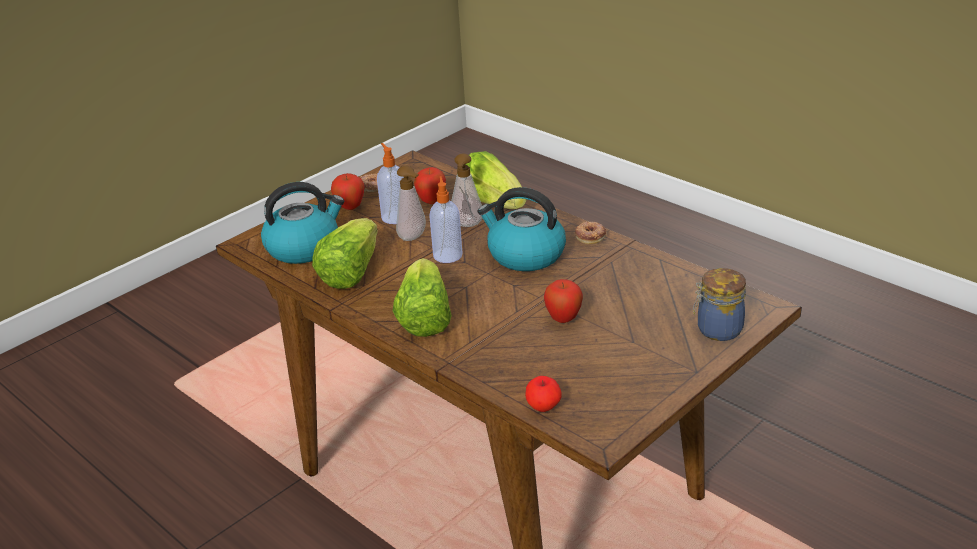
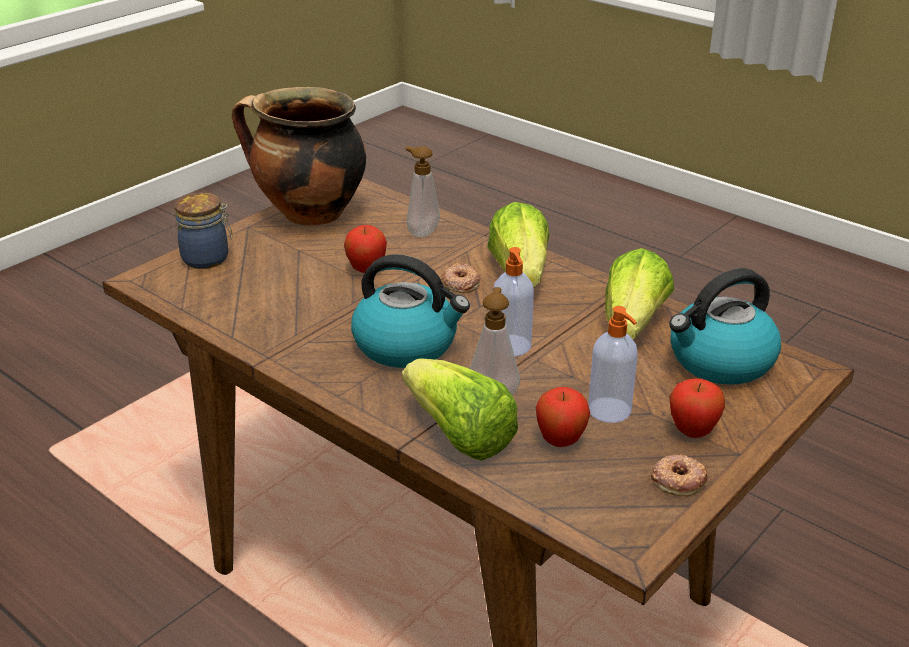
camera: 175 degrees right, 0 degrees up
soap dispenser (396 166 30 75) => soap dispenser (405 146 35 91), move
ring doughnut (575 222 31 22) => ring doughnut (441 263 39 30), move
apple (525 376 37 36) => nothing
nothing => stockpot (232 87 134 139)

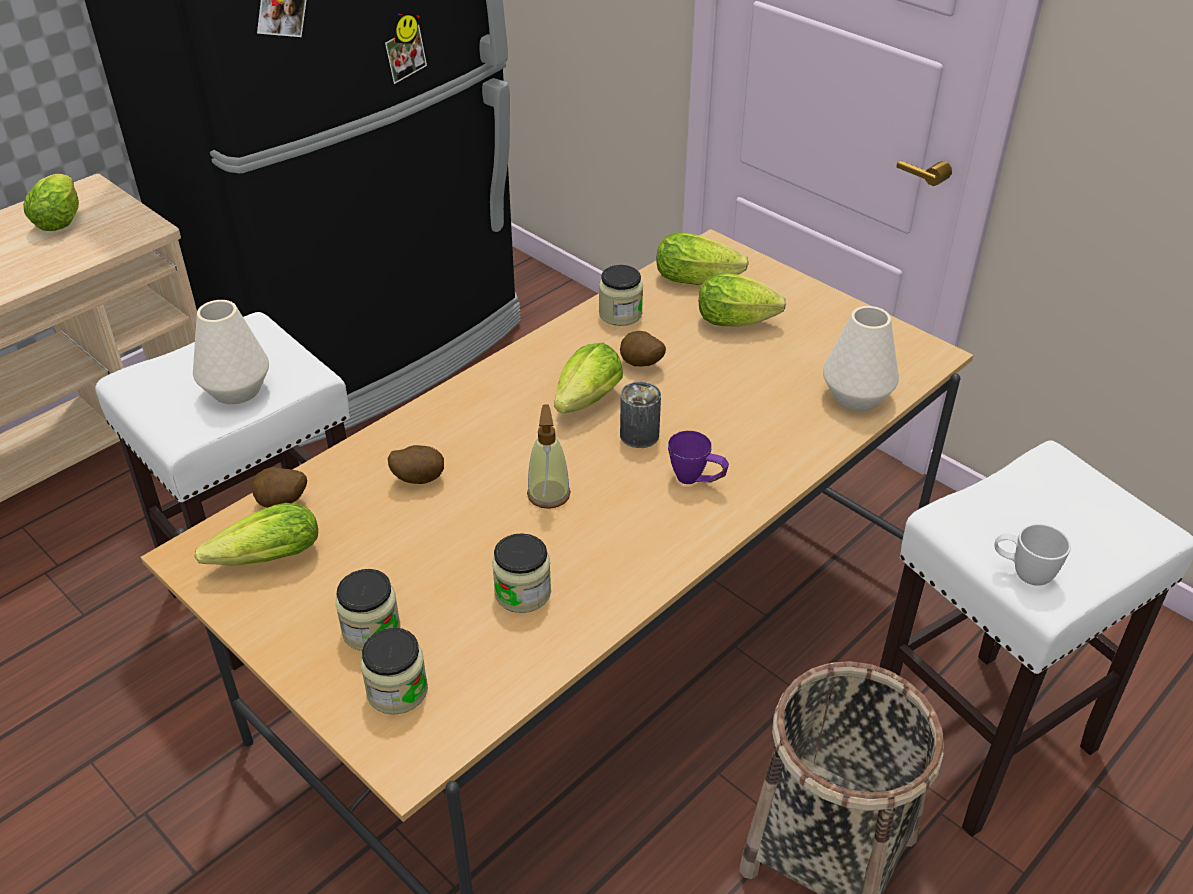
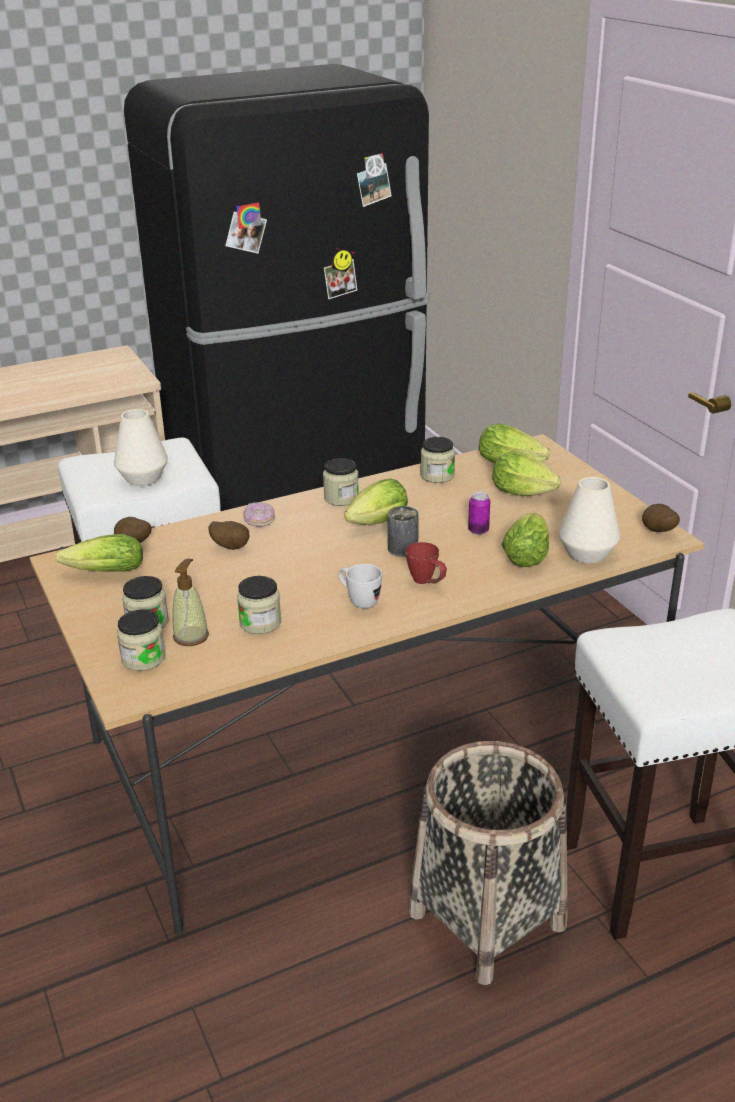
camera: 20 degrees right, 10 degrees down
head of lettuce (23 174 56 57) => head of lettuce (502 513 47 54), move
potato (620 331 46 35) => potato (642 504 38 28), move
soap dispenser (527 404 44 105) => soap dispenser (172 559 37 87), move
purplish coffee mug (668 431 61 53) => red-coloured coffee mug (406 542 41 42)
whitish coffee mug (995 524 76 62) => whitish coffee mug (338 564 44 45), move
nothing => jar (323 458 36 48)
nothing => can (468 492 22 43)
nothing => ring doughnut (243 502 32 25)

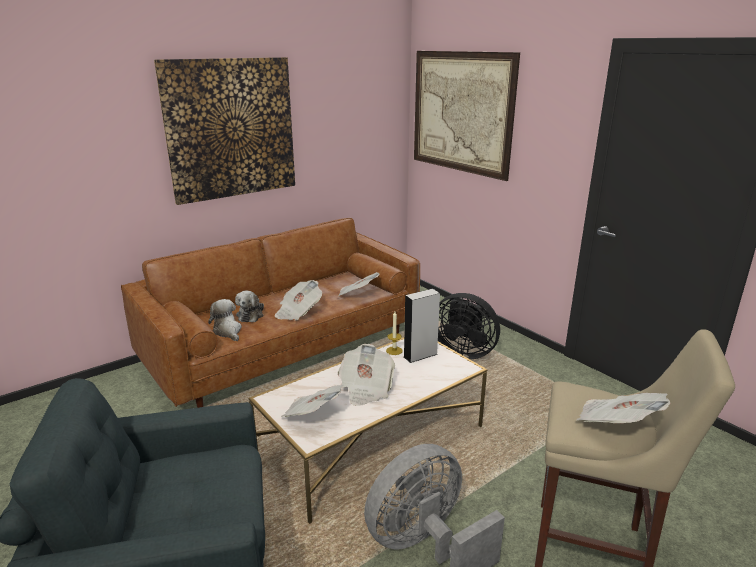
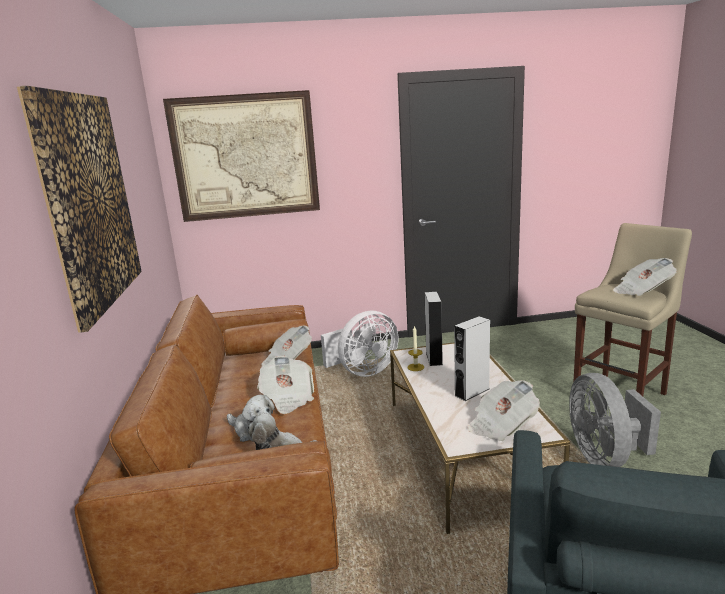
camera: 60 degrees left, 5 degrees down
black fan (438 293 62 66) => whitish fan (321 311 77 66)
printed paper (338 344 57 62) => grey audio speaker (454 316 36 85)

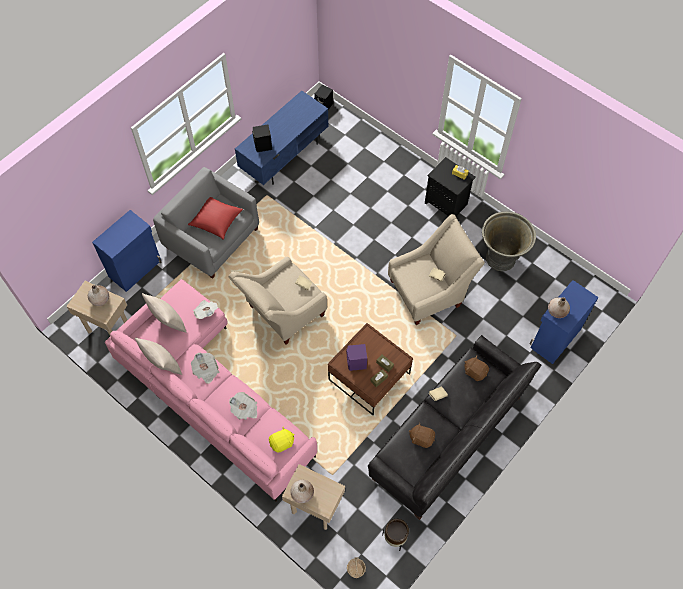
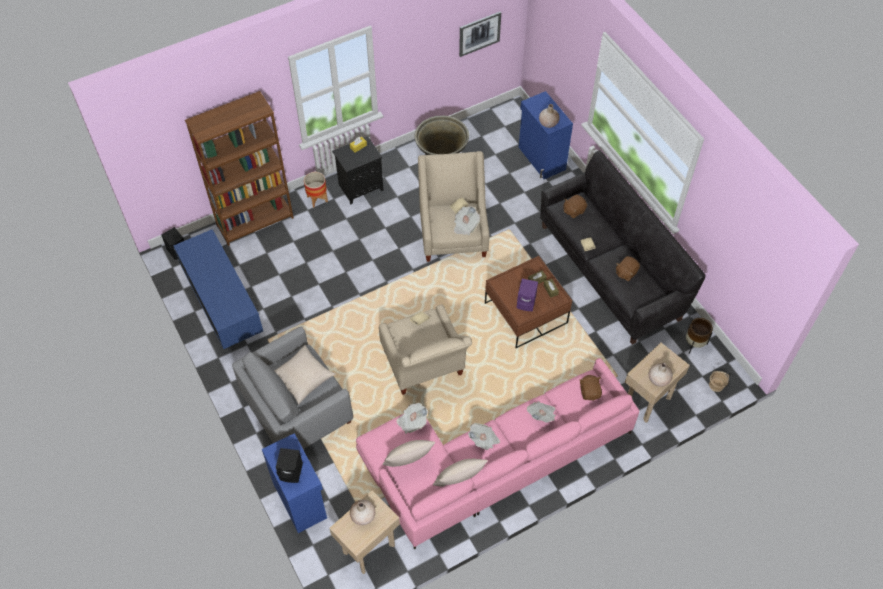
camera: 70 degrees left, 5 degrees down
black audio speaker (252 124 20 28) => black audio speaker (276 448 27 35), move
red-coloured cushion (188 197 55 43) => sand-coloured cushion (274 345 62 60)
yellow soft toy (269 427 26 26) => brown soft toy (580 375 22 26)
nothing => picture (459 11 42 46)
nothing => brown bookshelf (185 91 109 155)
nothing => planter (304 172 24 35)
nothing => printed paper (454 206 26 30)

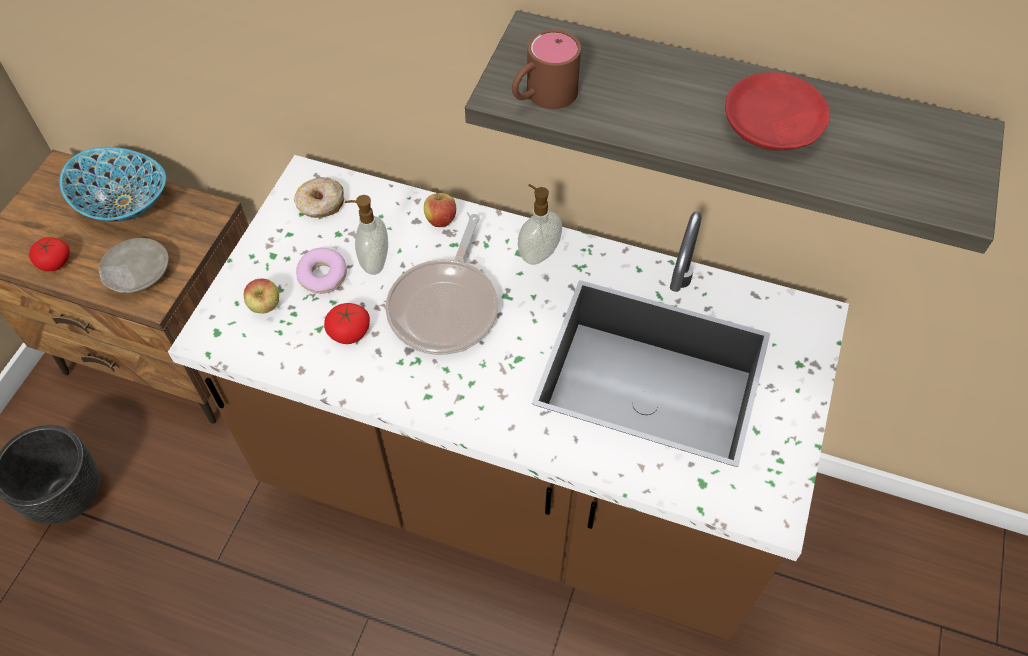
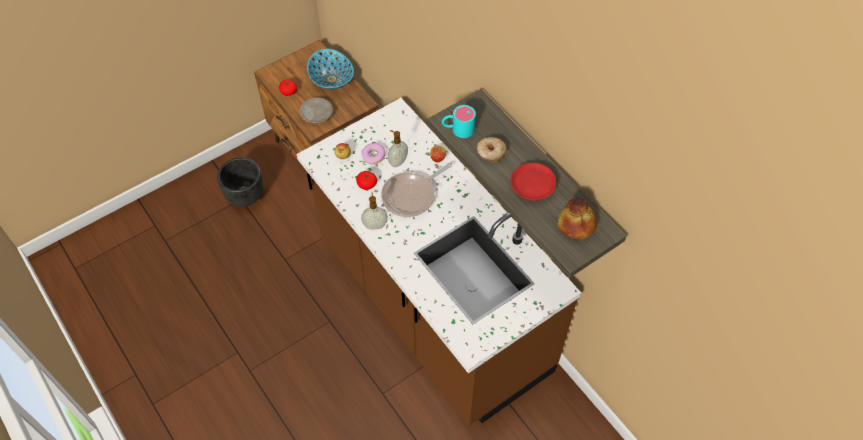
camera: 35 degrees right, 0 degrees up
brown coffee mug (512 29 69 80) => turquoise-coloured coffee mug (442 105 34 33)
ring doughnut (294 177 50 41) => ring doughnut (477 137 30 25), move
soap dispenser (518 184 44 81) => soap dispenser (361 192 27 38), move
nothing => bakery bread (558 198 39 41)

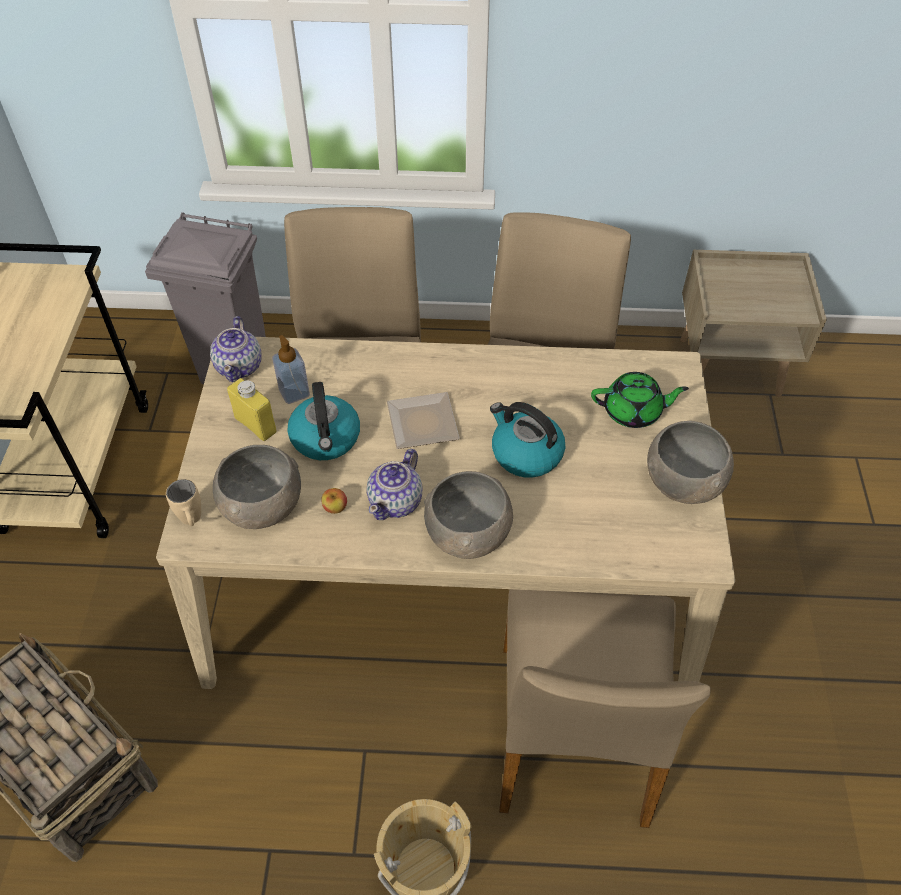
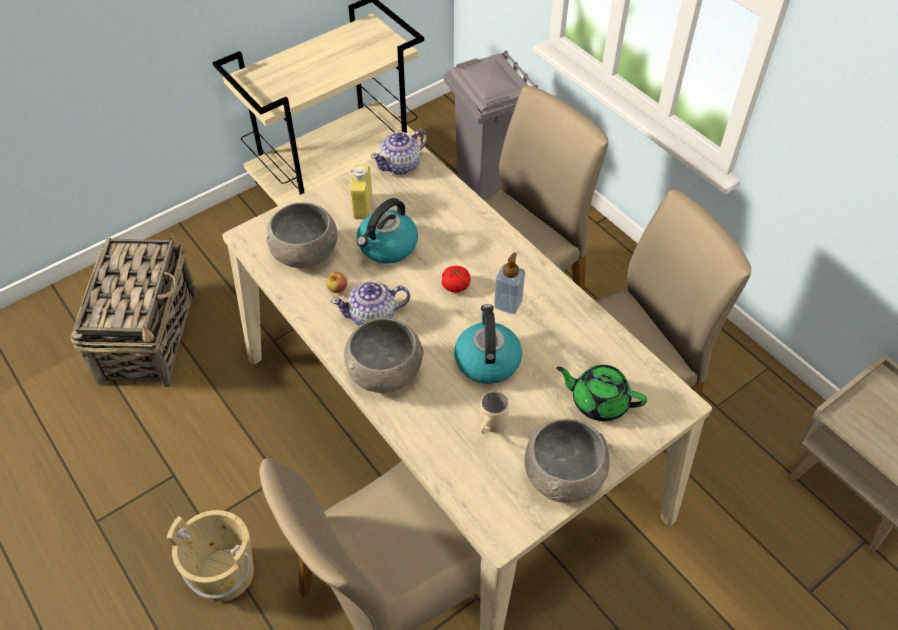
camera: 50 degrees right, 0 degrees up
soap dispenser (272 335 38 69) => soap dispenser (494 252 31 62), move
green-coloured teapot (591 372 98 56) => green-coloured teapot (556 365 91 56), 150 degrees clockwise
plate (387 392 73 57) => fresh tomato (442 266 29 27)
sand-coloured coffee mug (166 479 35 47) => sand-coloured coffee mug (480 391 29 43), move

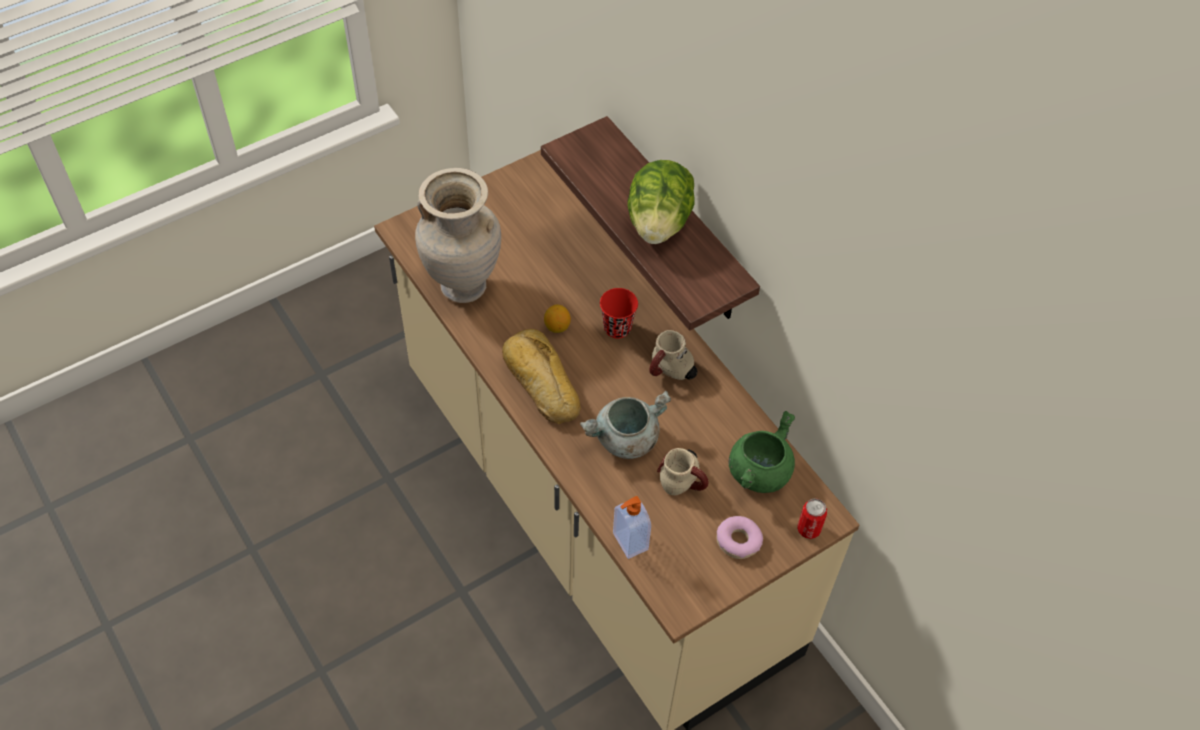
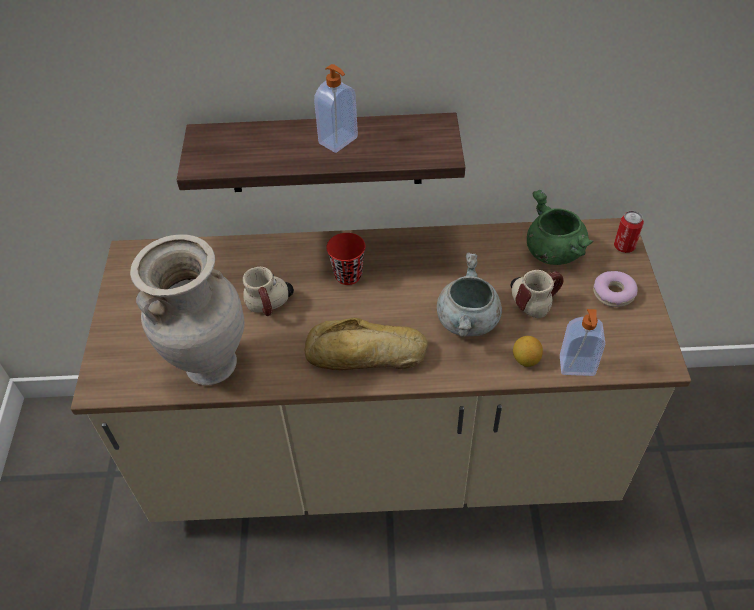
camera: 55 degrees left, 5 degrees down
head of lettuce (628 160 67 84) => soap dispenser (314 64 44 89)
citrus fruit (544 305 27 28) => citrus fruit (513 336 30 31), move
coffee mug (649 330 48 50) => coffee mug (243 267 51 49), move

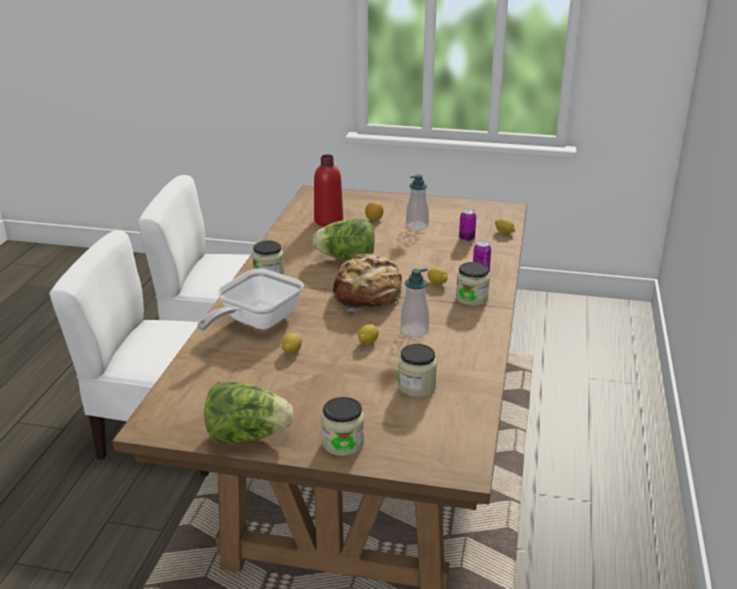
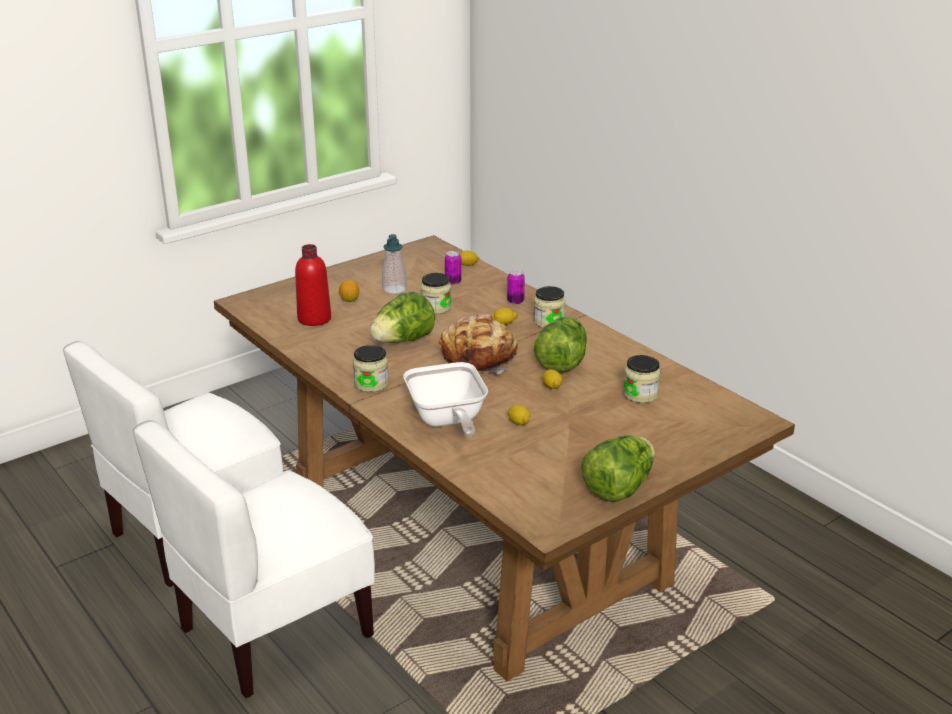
camera: 50 degrees left, 0 degrees up
soap dispenser (400 268 30 69) => head of lettuce (534 317 53 56)
jar (321 397 43 59) => jar (420 273 31 41), move

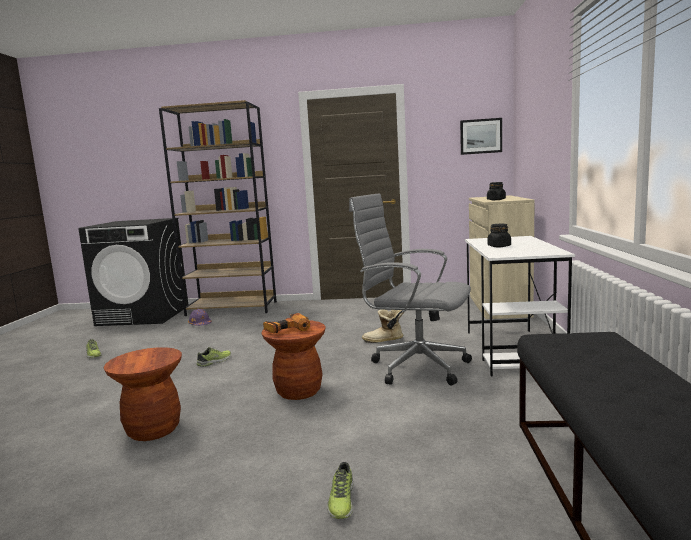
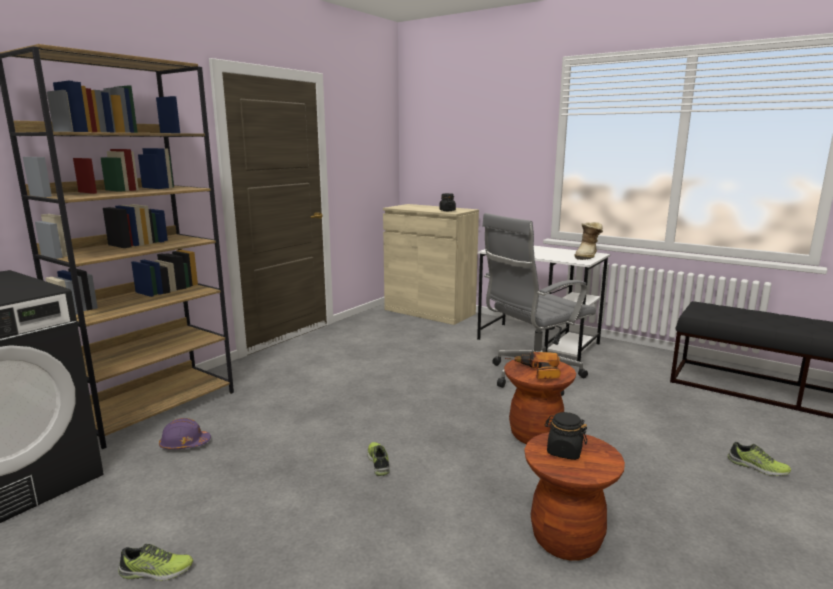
camera: 60 degrees left, 5 degrees up
picture (460 118 42 37) => nothing
black jar (487 224 24 23) => black jar (544 412 43 48), move
boot (362 310 42 33) => boot (574 222 29 38), move

